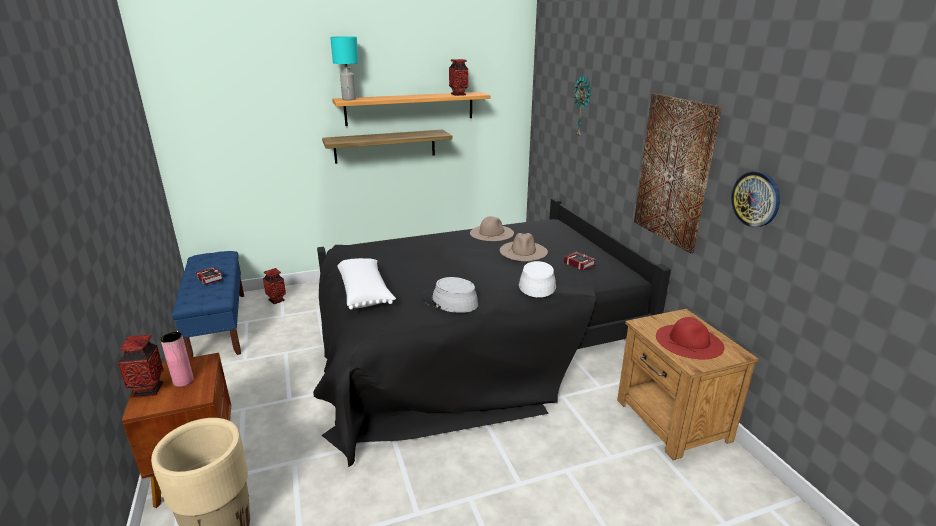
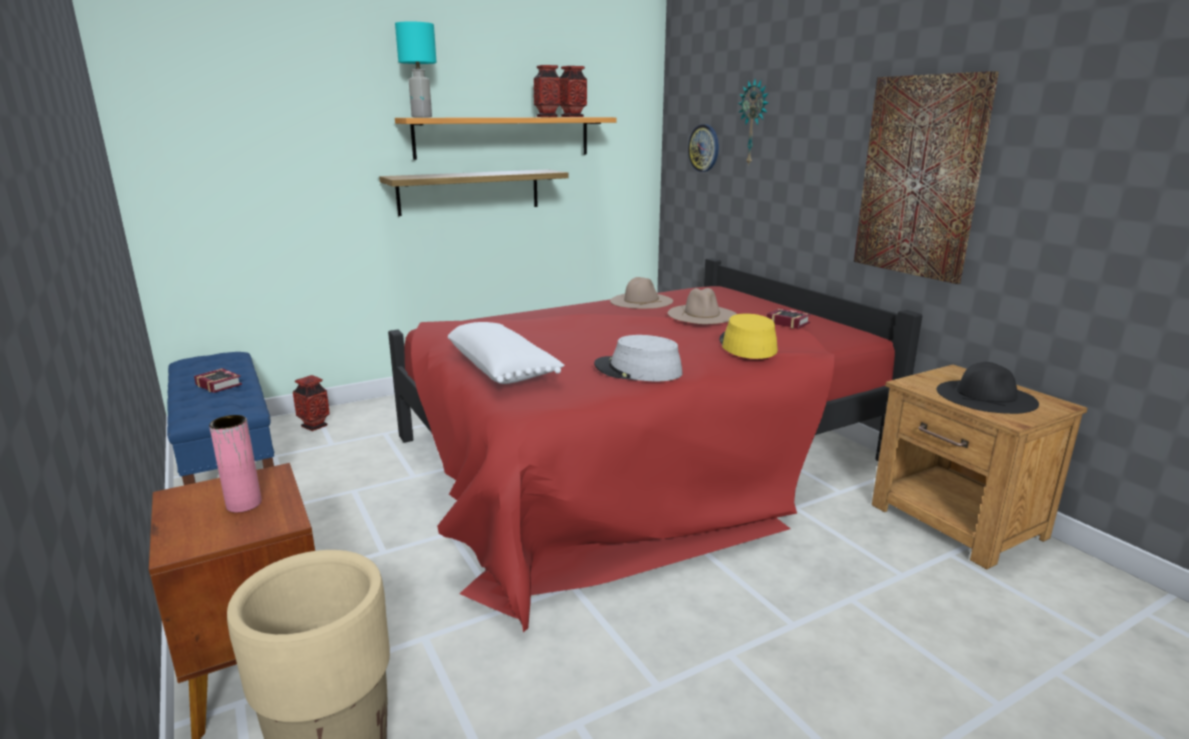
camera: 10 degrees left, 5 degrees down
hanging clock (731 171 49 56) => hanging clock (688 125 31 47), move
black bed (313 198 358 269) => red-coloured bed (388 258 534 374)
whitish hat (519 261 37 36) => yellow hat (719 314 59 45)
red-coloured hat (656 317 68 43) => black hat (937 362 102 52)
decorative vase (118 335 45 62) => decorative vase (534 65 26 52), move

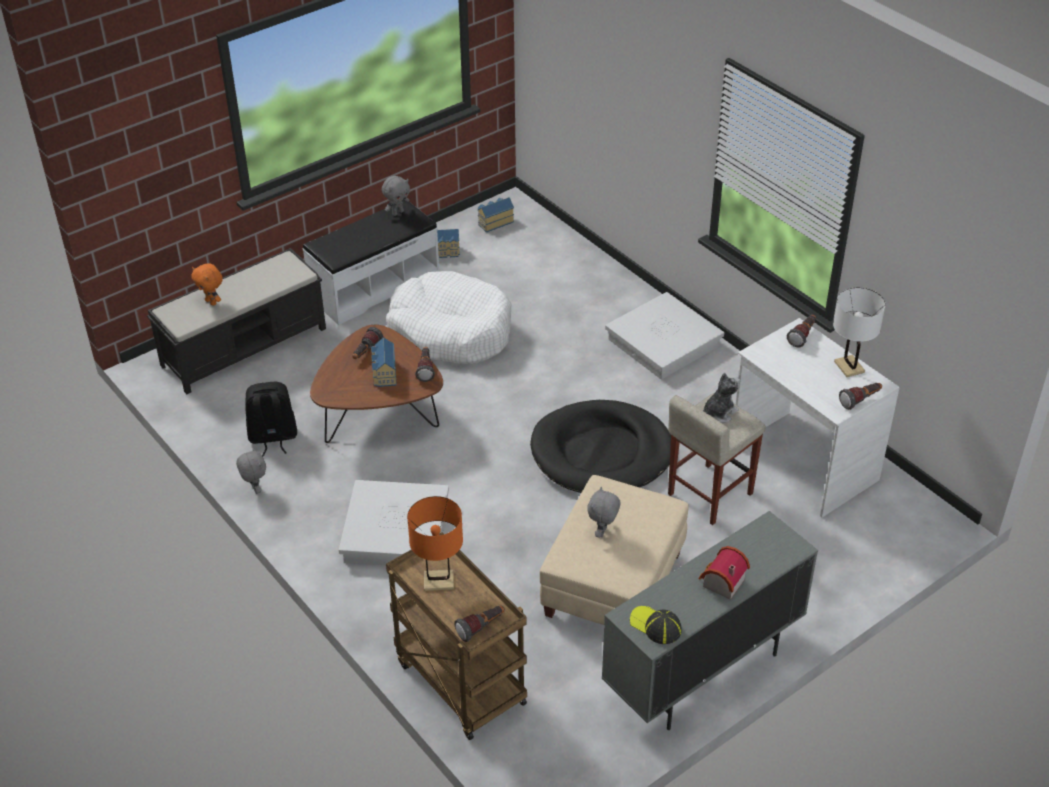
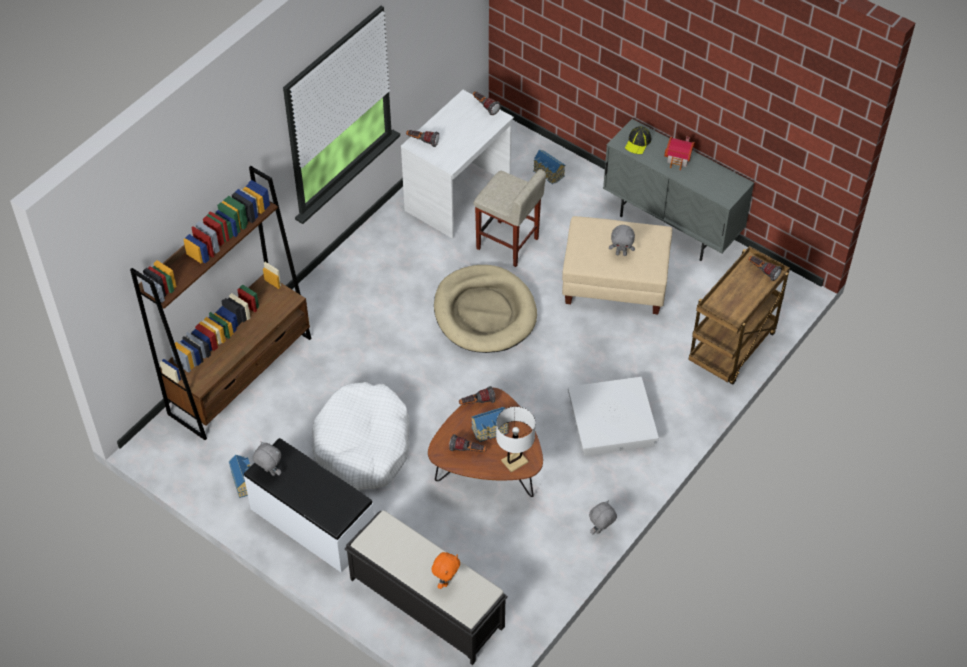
camera: 105 degrees left, 10 degrees up
model house (478 197 36 35) => model house (533 150 32 34), move
whitish lamp for a table (833 287 52 90) => whitish lamp for a table (496 406 39 66), move
whitish storage bin (605 292 119 88) => nothing
soft toy (703 373 37 50) => nothing
black knapsack (245 382 52 74) => nothing
black dog cushion (530 400 141 93) => sand-coloured dog cushion (434 265 103 88)
orange-coloured lamp for a table (407 496 56 95) => nothing
cap (630 606 52 38) => cap (625 126 26 28), move
nothing => brown bookshelf (130 166 181 274)

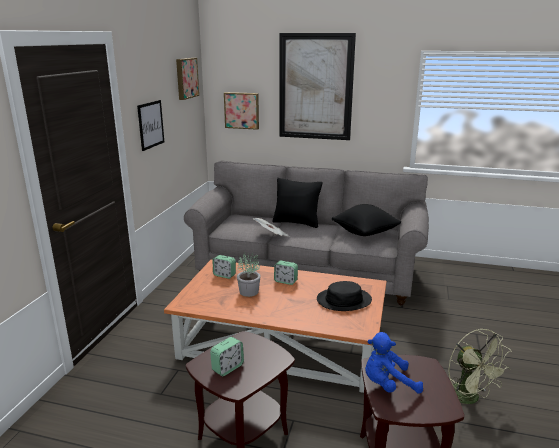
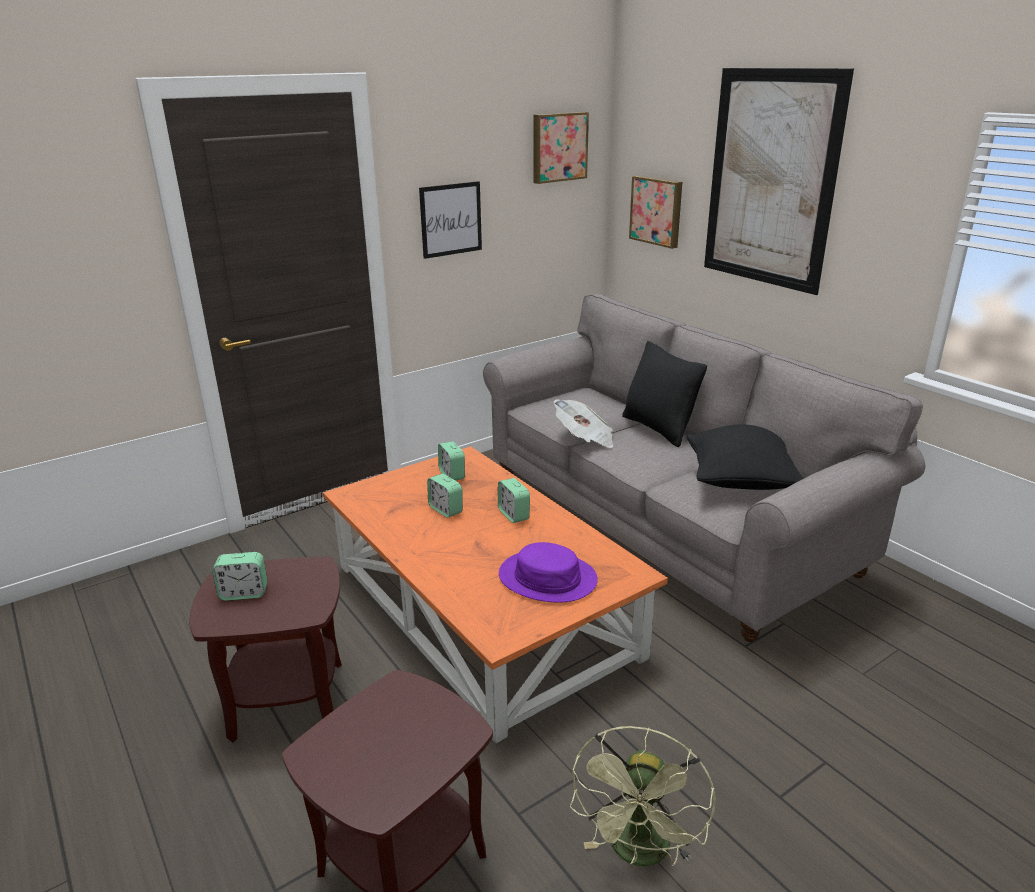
camera: 40 degrees right, 5 degrees up
plant in a pot (237 252 24 45) => table clock (427 474 36 44)
black hat (317 281 55 30) => purplish hat (499 542 99 61)
blue-coloured soft toy (365 332 58 62) => nothing

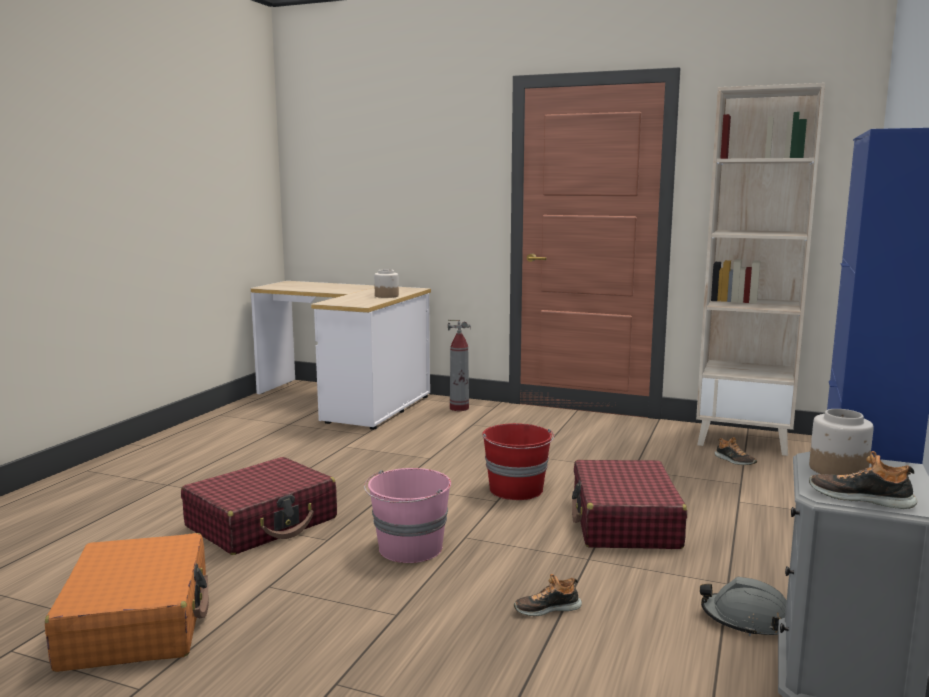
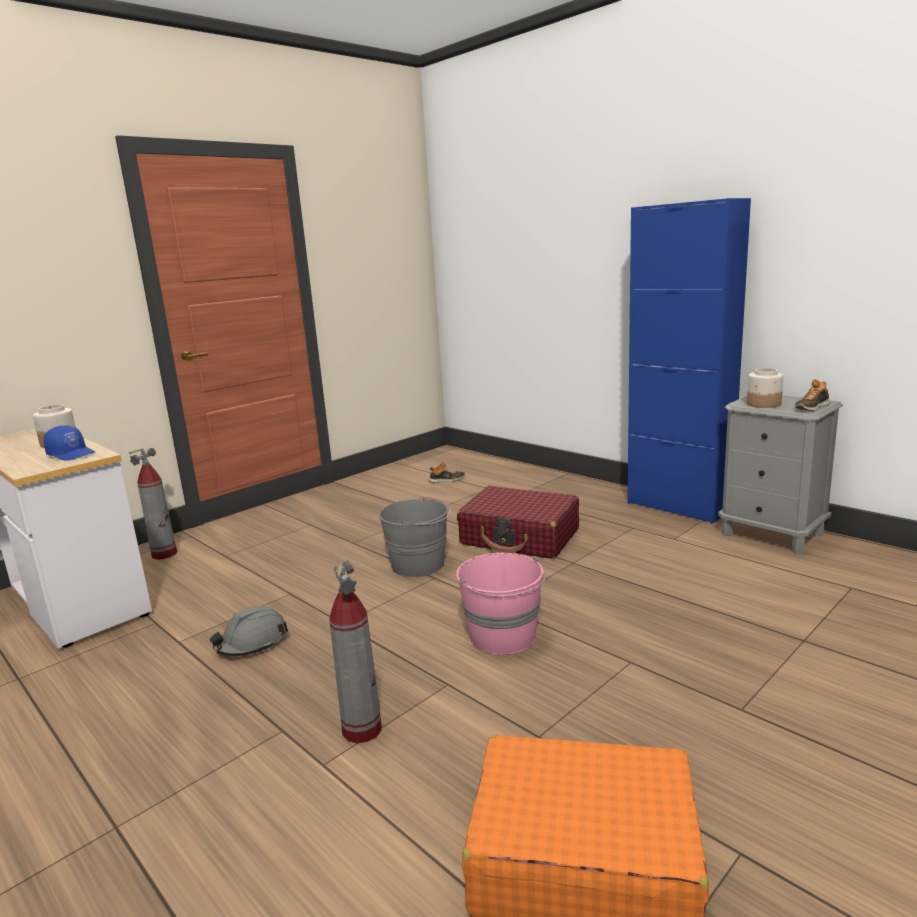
camera: 65 degrees left, 5 degrees up
sand-coloured bookshelf (696 83 129 373) => nothing
red-coloured water bucket (482 423 72 77) => grey water bucket (379 496 73 81)
red-coloured piece of luggage (181 457 156 98) => fire-fighting cylinder (329 560 53 183)
item of footwear (514 574 68 42) => nothing
grey safety helmet (700 577 87 60) => grey safety helmet (210 606 78 50), move
nothing => blue-coloured cap (44 425 52 36)

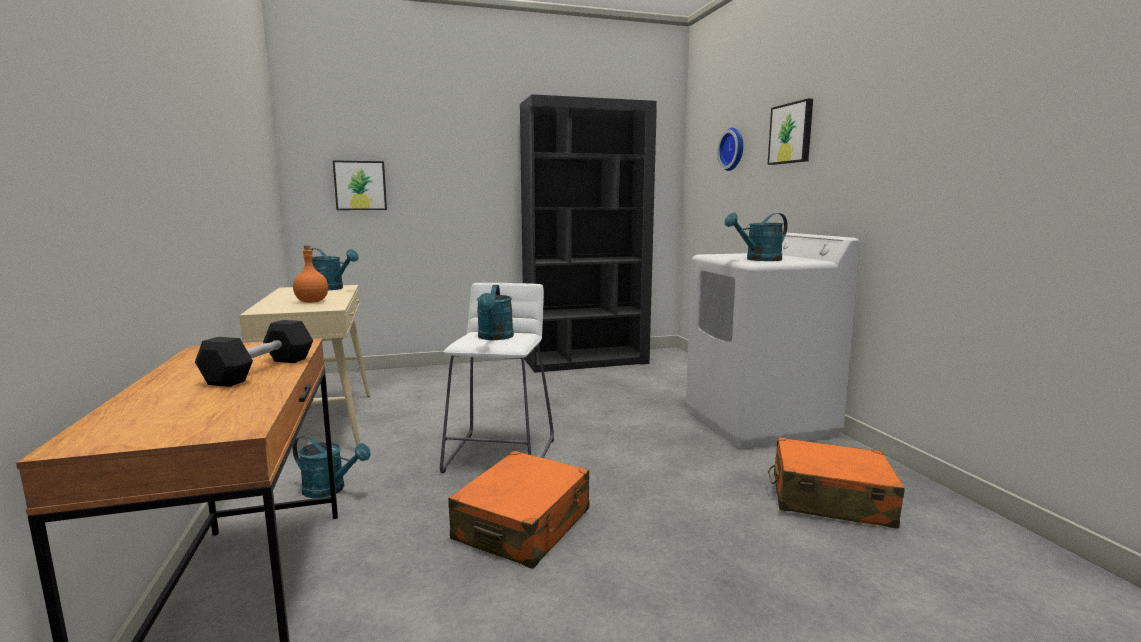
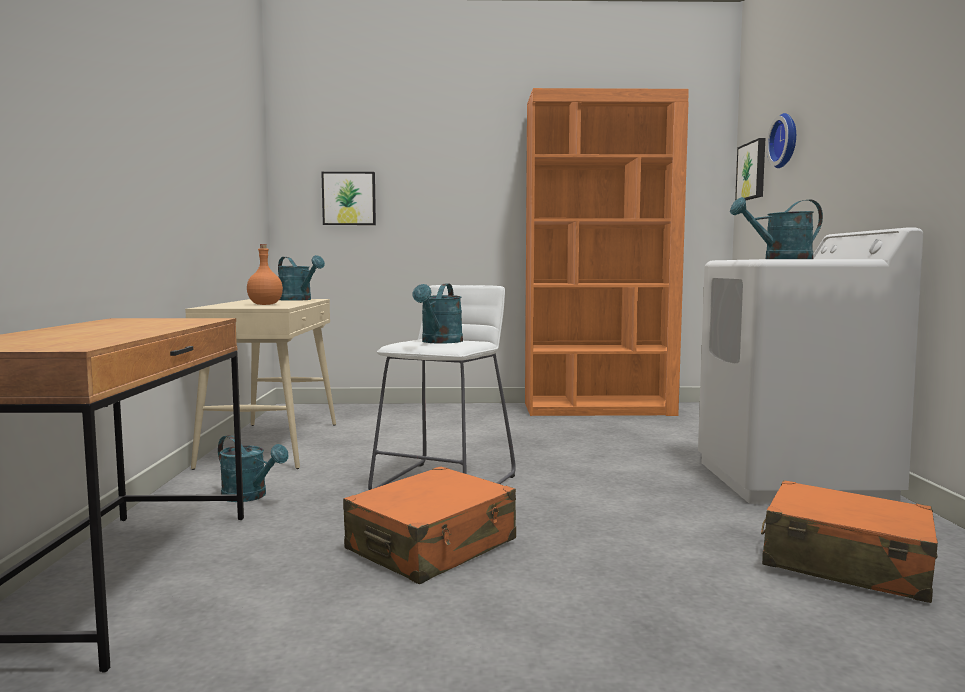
camera: 15 degrees right, 5 degrees down
black bookshelf (520 94 137 279) => orange-coloured bookshelf (525 88 164 328)
picture (768 99 45 66) => picture (735 138 30 63), move
black hand weight (195 320 118 67) => nothing

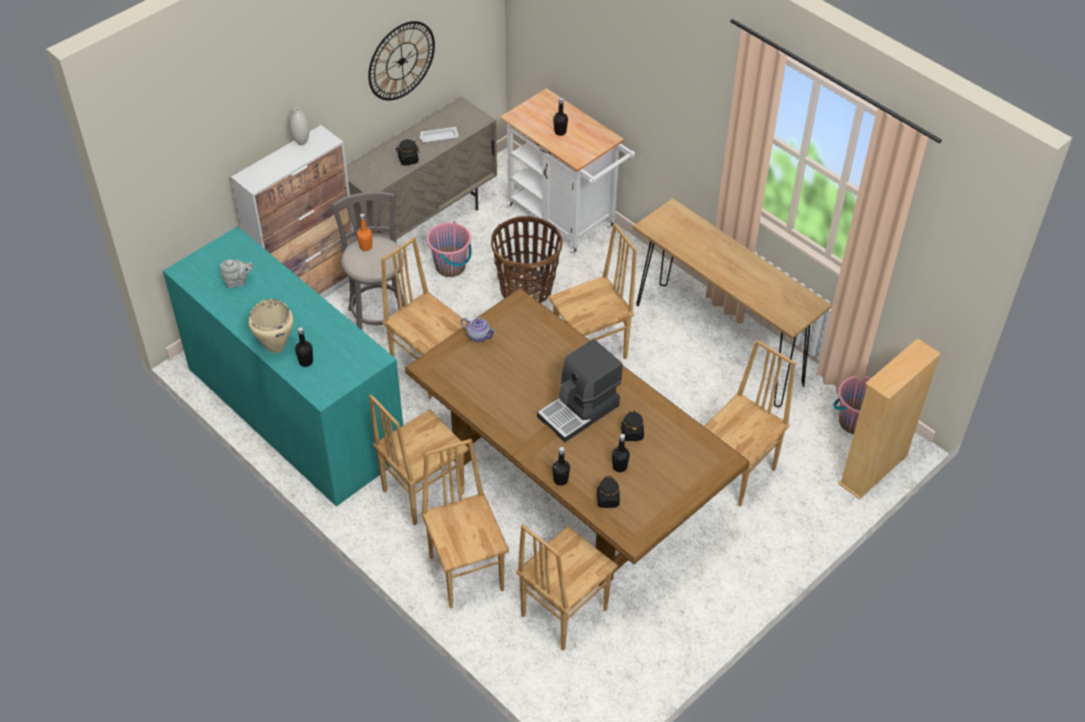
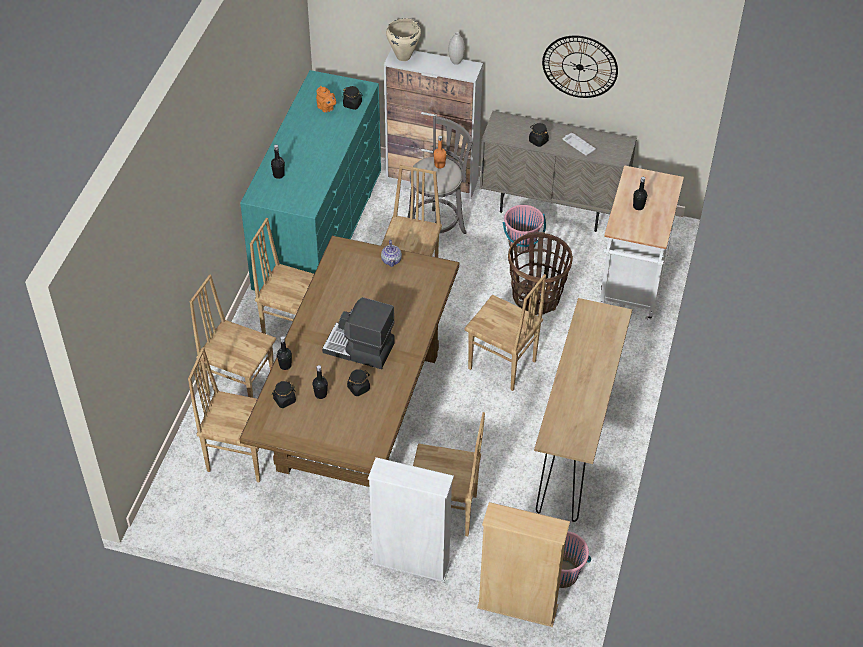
camera: 60 degrees right, 0 degrees up
grey teapot (220 259 34 29) => orange-coloured teapot (316 86 20 27)
sand-coloured stockpot (248 299 45 54) => sand-coloured stockpot (386 18 35 43), move
brown upright chair (421 439 88 169) => brown upright chair (190 274 86 124), 105 degrees counterclockwise
nothing => black jar (342 86 21 24)
nothing => whitish bookshelf (368 457 86 125)

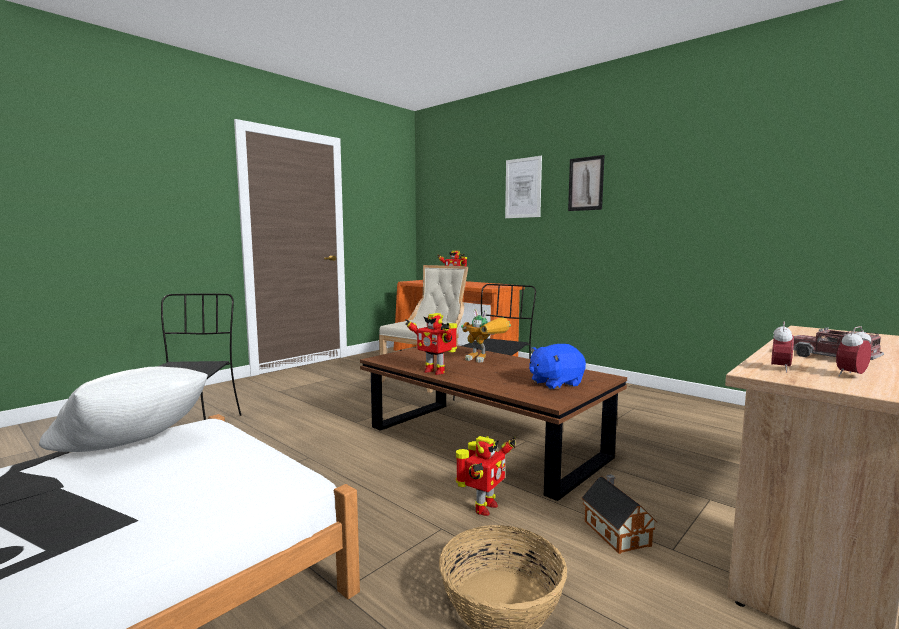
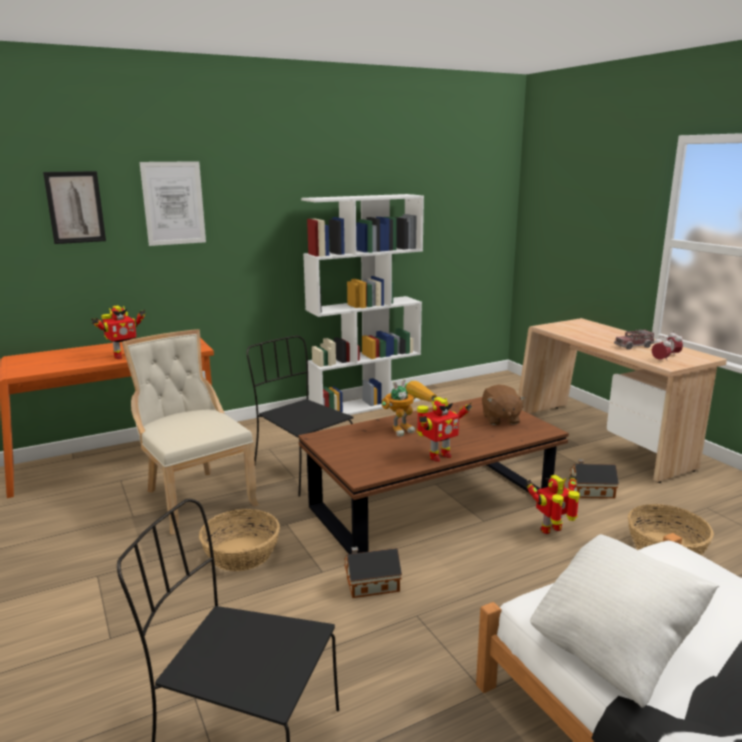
camera: 70 degrees left, 10 degrees up
picture (568 155 37 56) => picture (43 171 63 73), move
blue-coloured soft toy (529 344 57 45) => brown soft toy (482 384 44 41)
model robot (456 436 60 80) => model robot (525 474 55 60), 75 degrees counterclockwise
nothing => whitish bookshelf (301 194 123 221)
nothing => storage basket (199 509 81 62)
nothing => model house (344 547 58 51)

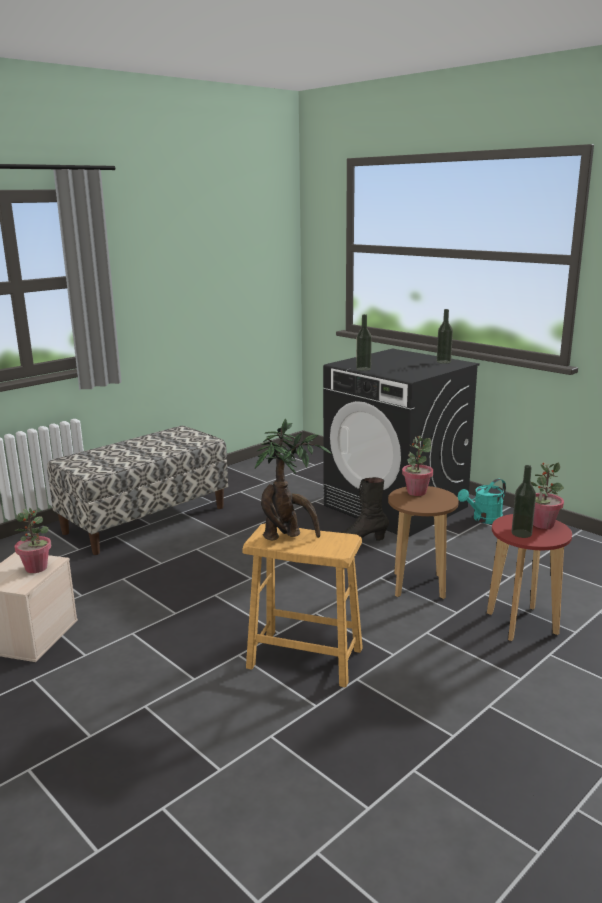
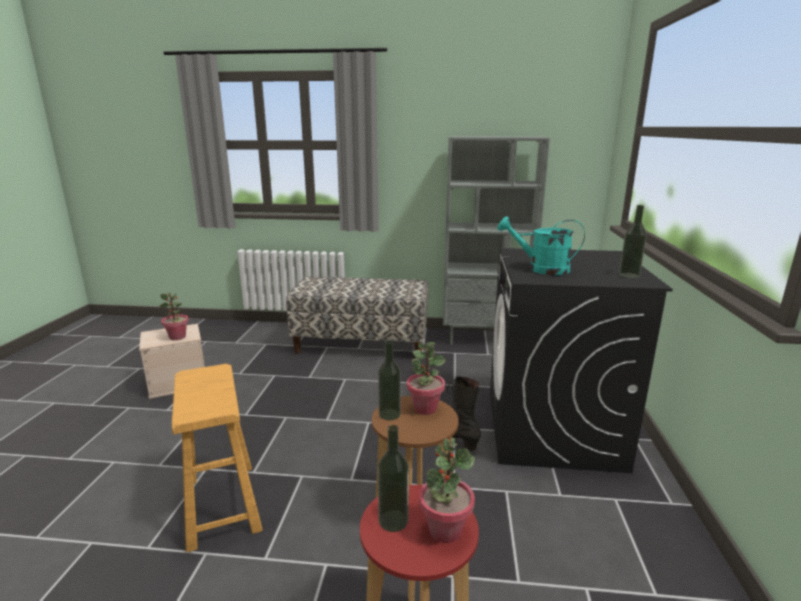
camera: 50 degrees right, 0 degrees up
drink bottle (356 314 16 57) => drink bottle (378 340 23 80), move
plant in a pot (255 418 77 122) => nothing
turquoise-coloured sprinkling can (458 479 48 45) => turquoise-coloured sprinkling can (497 216 88 59), move
nothing => grey bookshelf (443 136 107 209)

